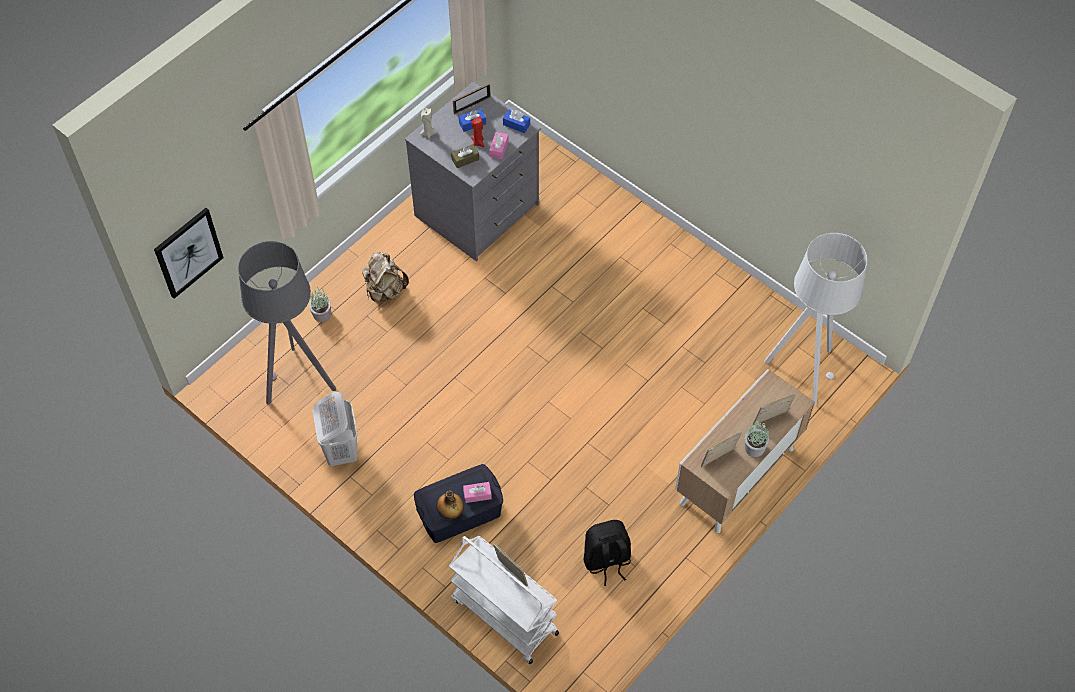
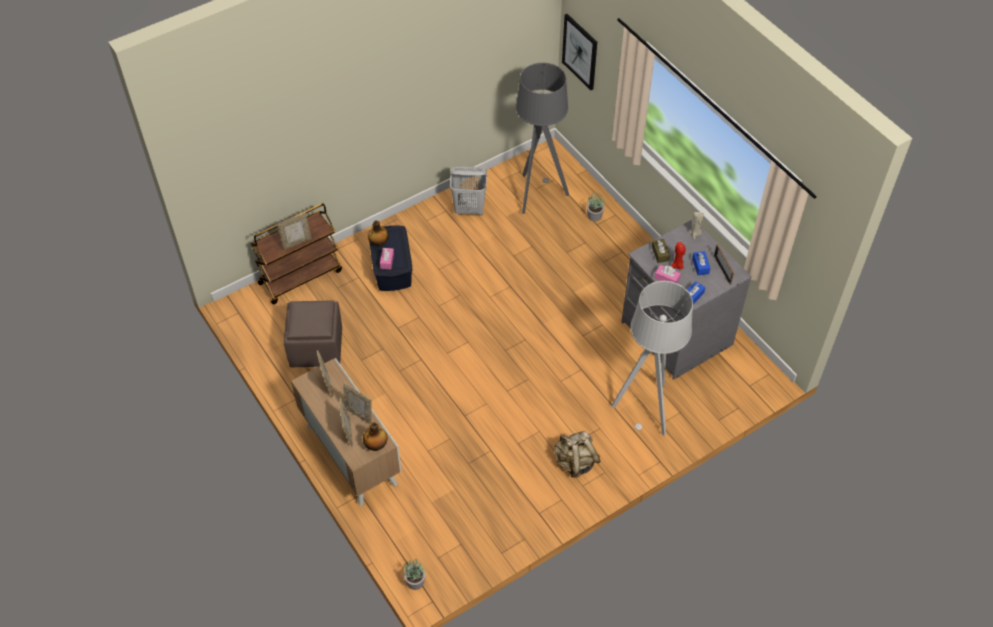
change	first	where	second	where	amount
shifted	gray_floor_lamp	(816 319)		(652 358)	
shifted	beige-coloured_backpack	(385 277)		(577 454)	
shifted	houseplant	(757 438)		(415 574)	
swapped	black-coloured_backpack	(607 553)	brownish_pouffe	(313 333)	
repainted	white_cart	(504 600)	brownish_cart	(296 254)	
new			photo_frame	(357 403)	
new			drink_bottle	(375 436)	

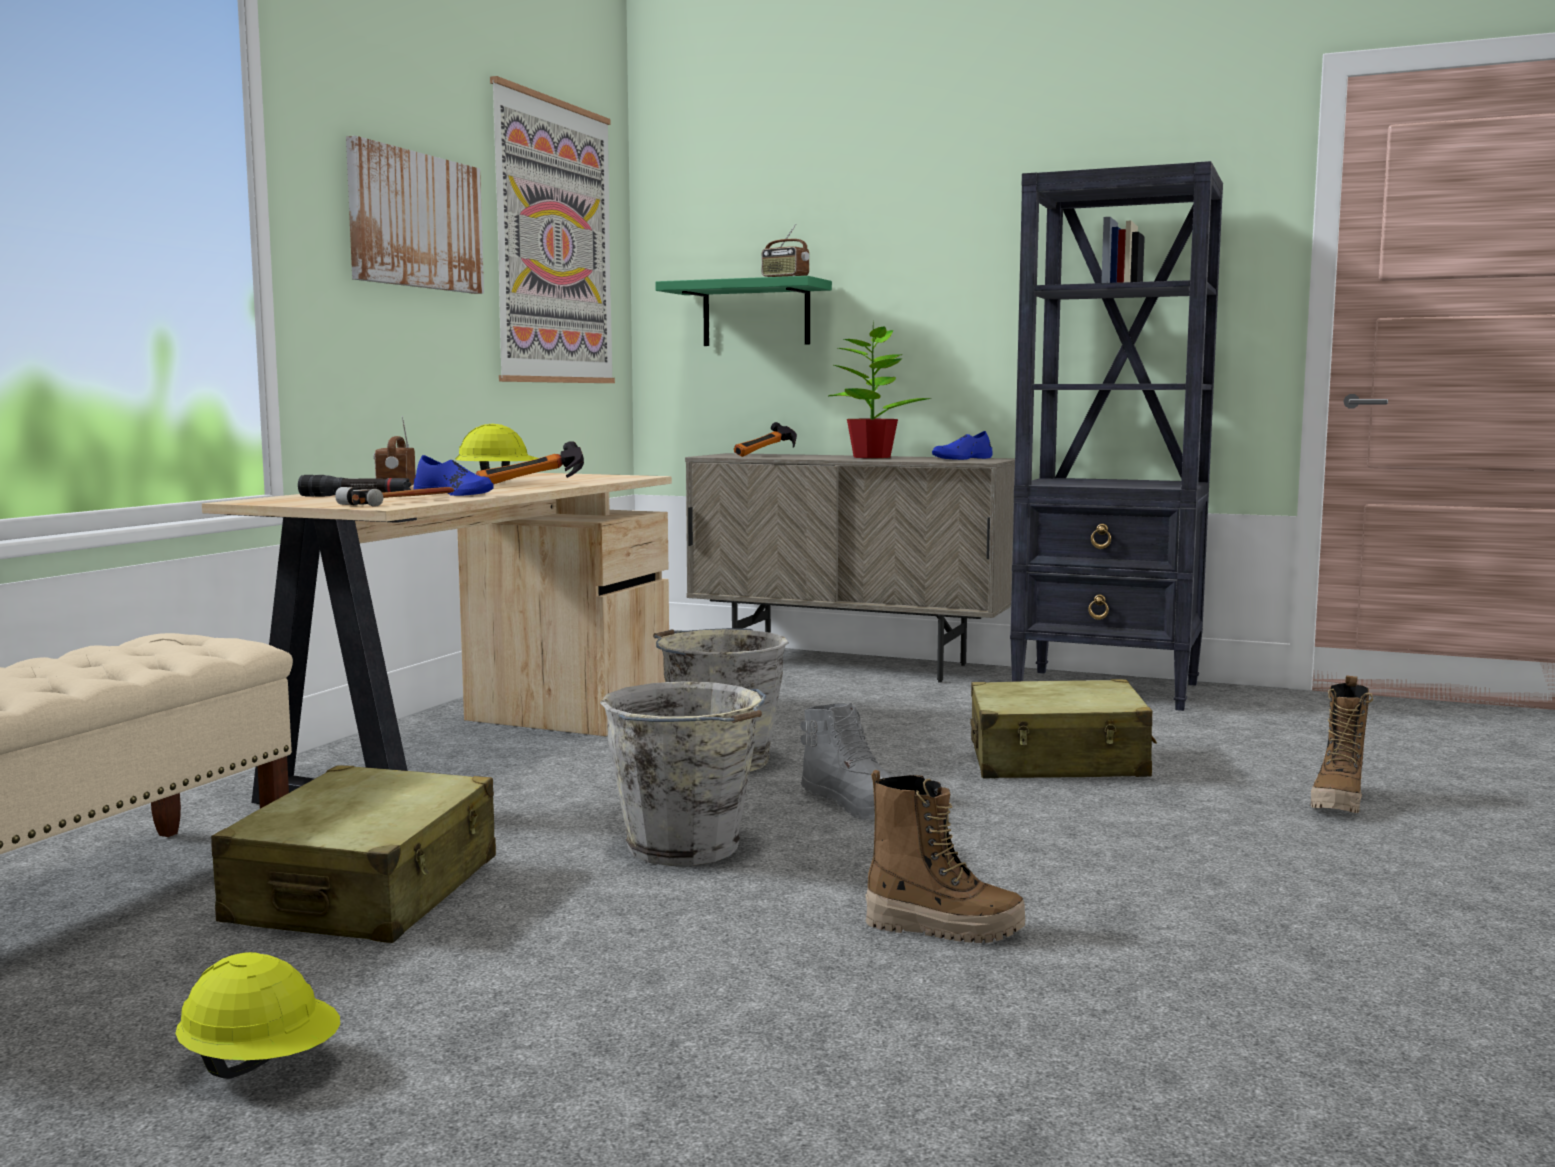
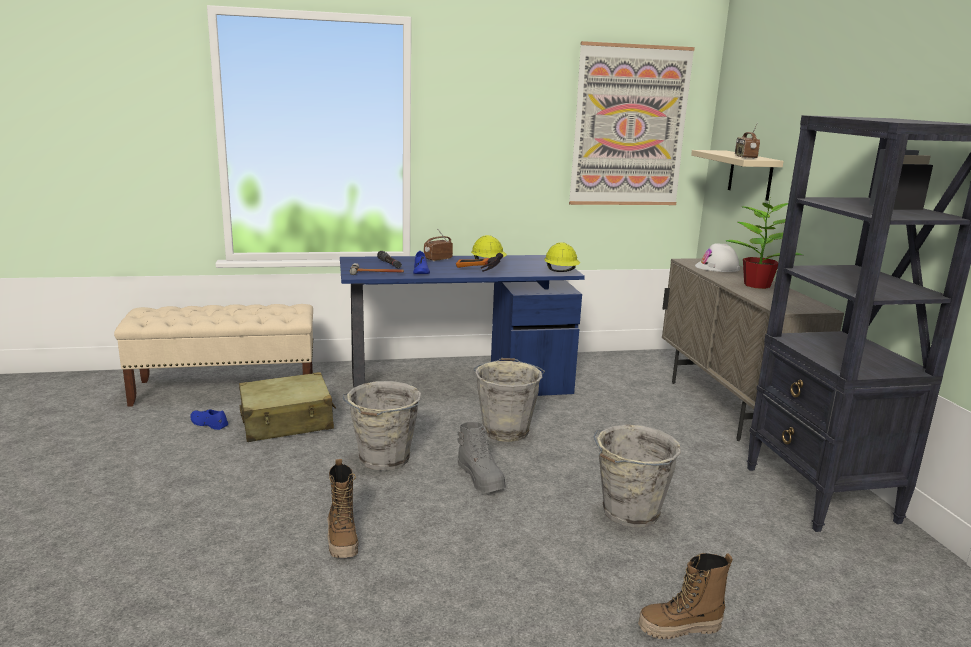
change	first	where	second	where	amount
gone	wall_art	(415 215)			
repainted	green-coloured_shelf	(743 311)	beige-coloured_shelf	(737 175)	
swapped	tool_hammer	(765 439)	white_work_helmet	(717 257)	
shifted	bluish_shoe	(962 445)		(209 419)	
repainted	beige-coloured_desk_unit	(437 638)	bluish_desk_unit	(462 325)	
swapped	beige-coloured_suitcase	(1063 729)	gray_water_bucket	(637 476)	
rotated	gray_boot	(847 761)		(481 457)	45 degrees counterclockwise
shifted	yellow_work_helmet	(257 1015)		(562 257)	

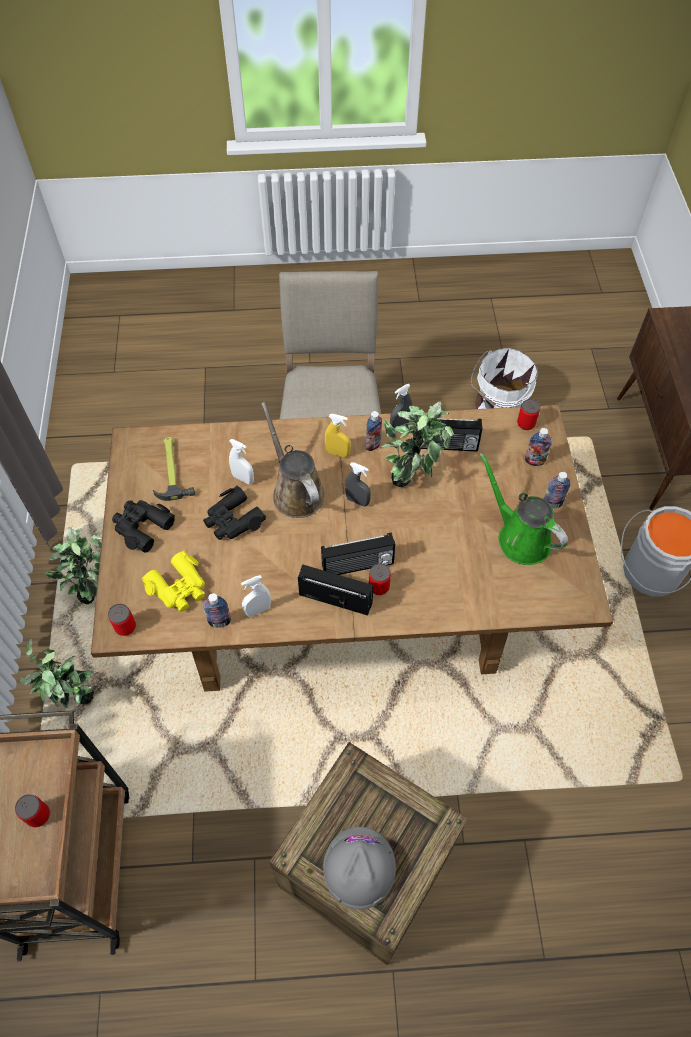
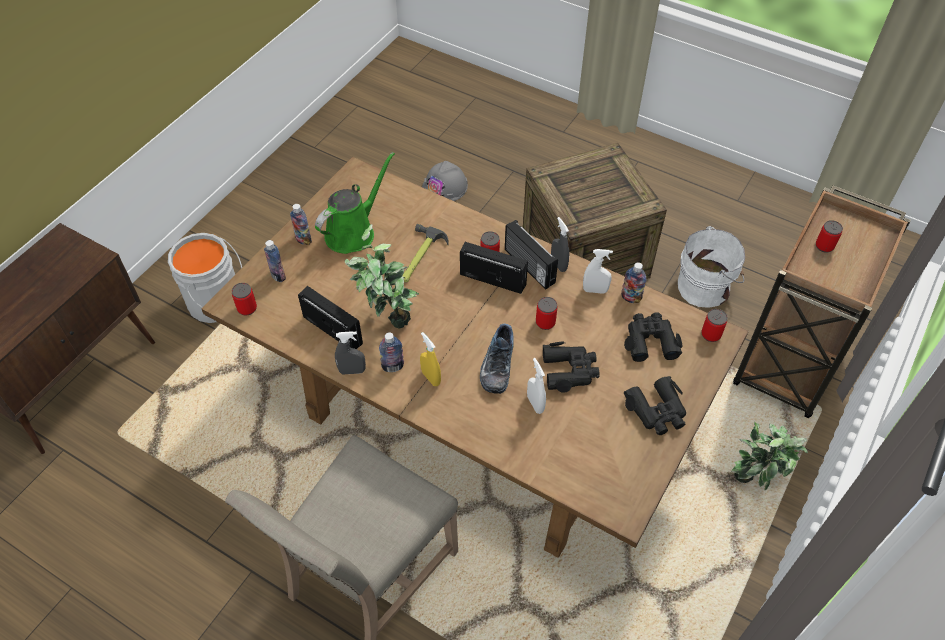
change	first	where	second	where	amount
shifted	white_water_bucket	(504 378)		(711 267)	
swapped	brownish_sprinkling_can	(292 460)	shoe	(497 358)	
shifted	tool_hammer	(174 469)		(426 253)	
rotated	green-coloured_sprinkling_can	(524 509)		(355 203)	135 degrees counterclockwise
shifted	gray_hand_sprayer	(358 484)		(560 244)	
gone	houseplant	(73 566)			
repainted	yellow_binoculars	(173 581)	black-coloured_binoculars	(653 337)	
shifted	gray_work_helmet	(359 868)		(445 181)	
new			can	(547 313)	

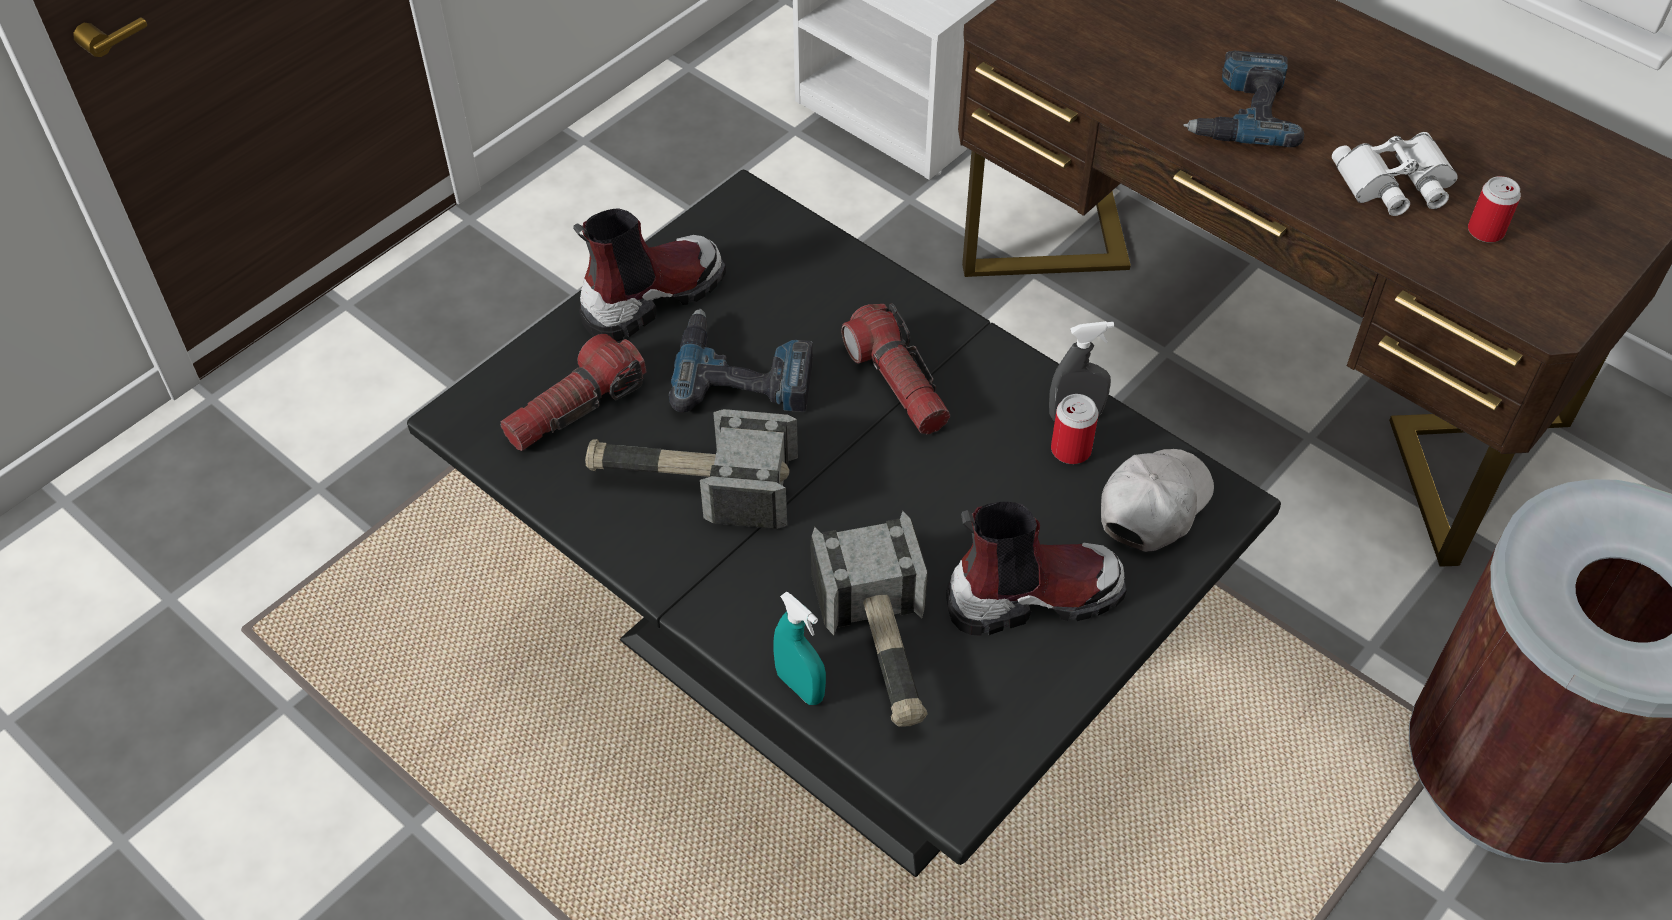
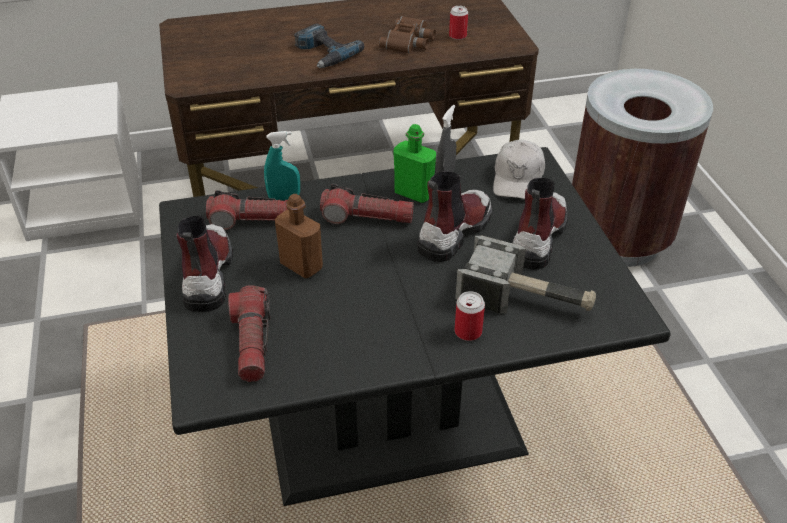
change	first	where	second	where	amount
repainted	white_binoculars	(1395 174)	brownish_binoculars	(407 34)	
swapped	drill	(741 360)	brownish_drink_bottle	(299 236)	
shifted	can	(1074 429)		(470 316)	
gone	tool_hammer	(691 469)			
rotated	white_peaked_cap	(1157 500)		(519 169)	150 degrees counterclockwise
shifted	turquoise-coloured_hand_sprayer	(799 648)		(282 165)	
new			green-coloured_drink_bottle	(414 163)	
new			boot	(454 216)	
new			flashlight	(247 210)	

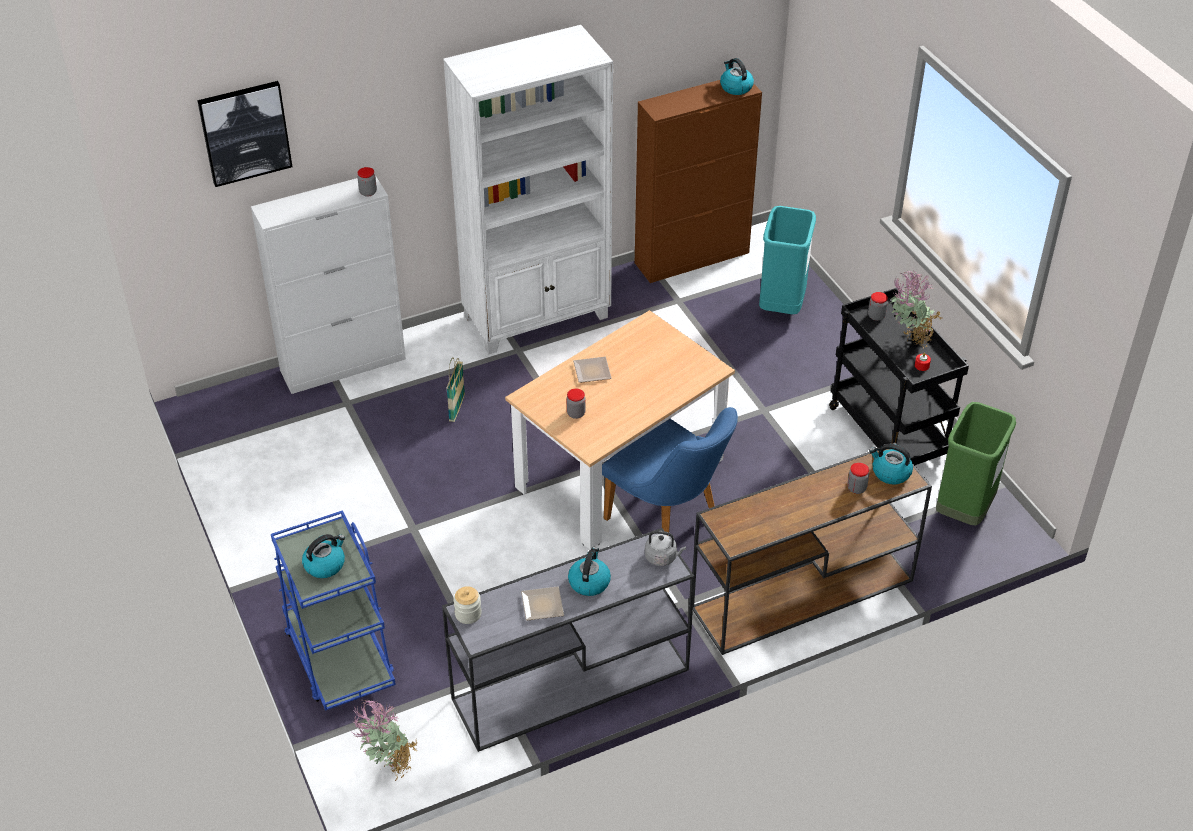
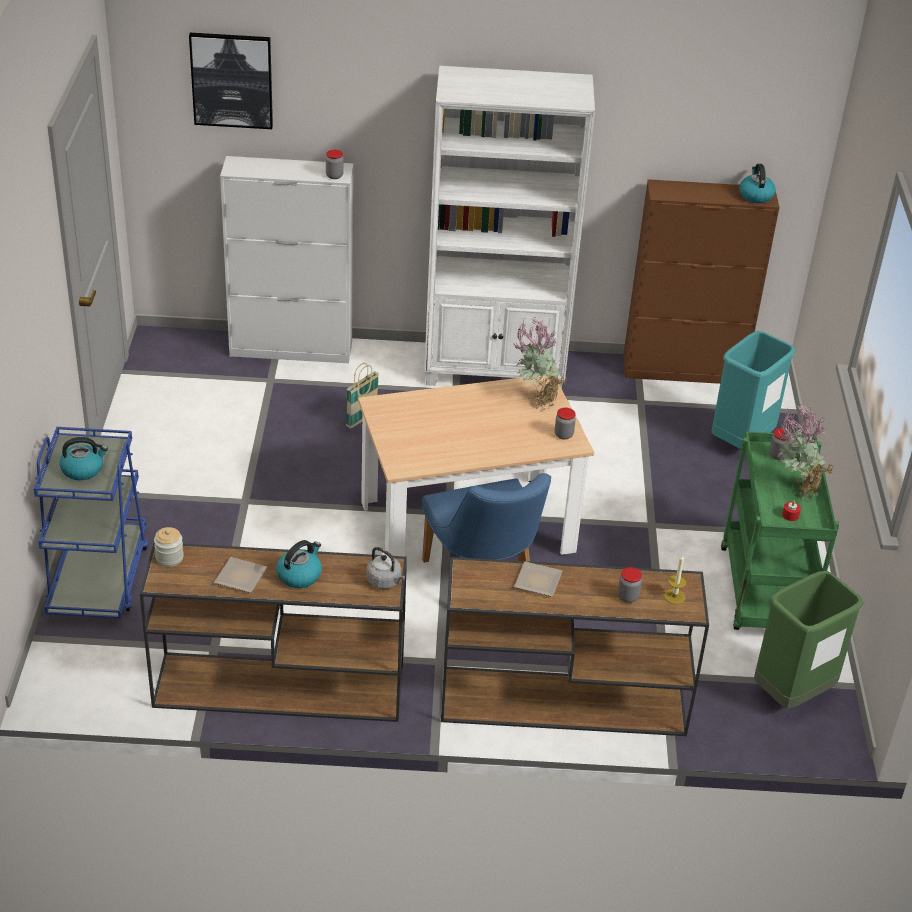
change	first	where	second	where	amount
repainted	black-coloured_cart	(899 376)	green-coloured_cart	(780 530)	
shifted	flat_dish	(592 370)		(538 579)	
shifted	preserve_jar	(576 404)		(565 424)	
swapped	kettle	(891 464)	wax_light	(675 579)	
repainted	gray_narrow_table	(568 640)	brownish_narrow_table	(273 632)	
shifted	houseplant	(384 739)		(540 364)	

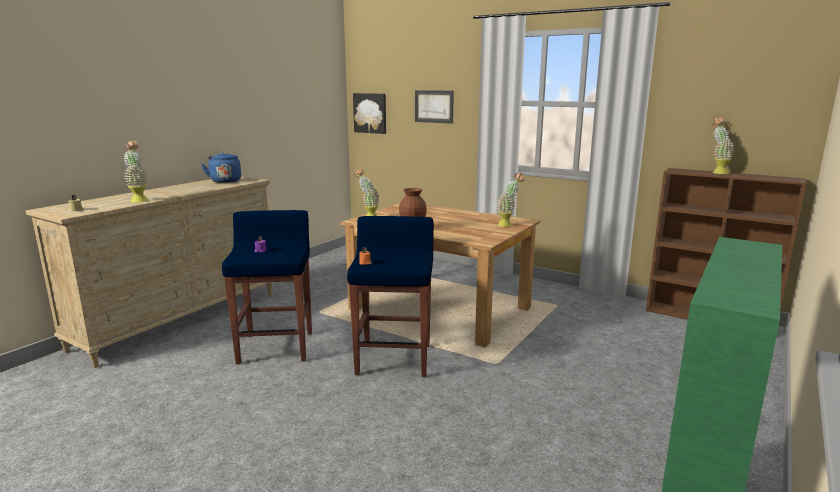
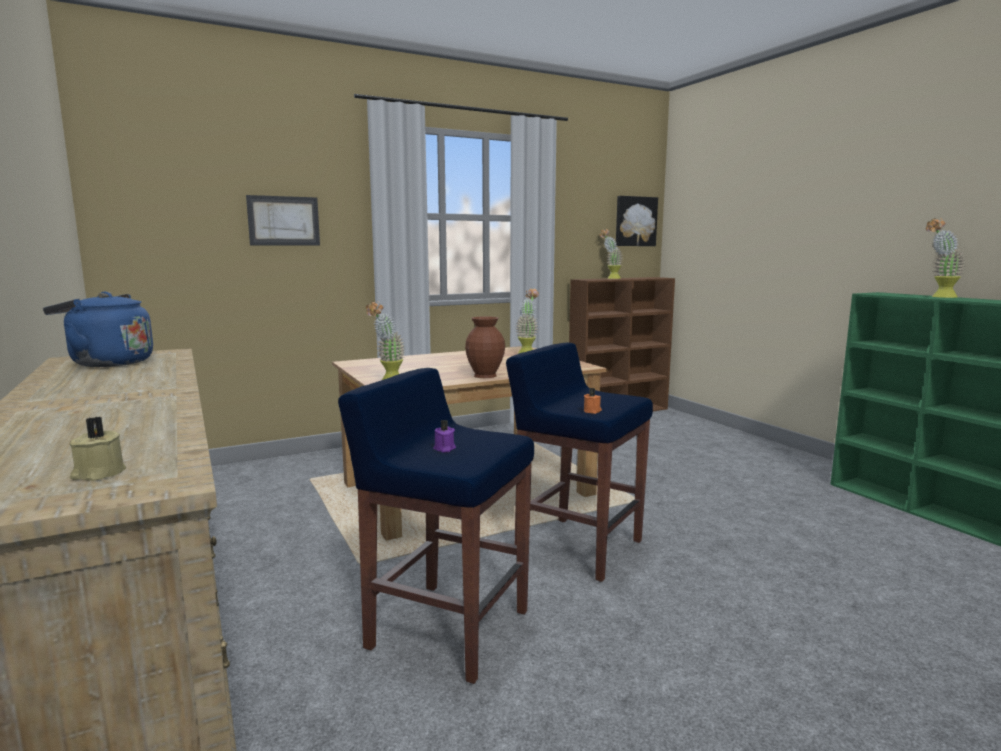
change	first	where	second	where	amount
shifted	wall_art	(369 113)		(637 221)	
shifted	houseplant	(135 171)		(945 258)	

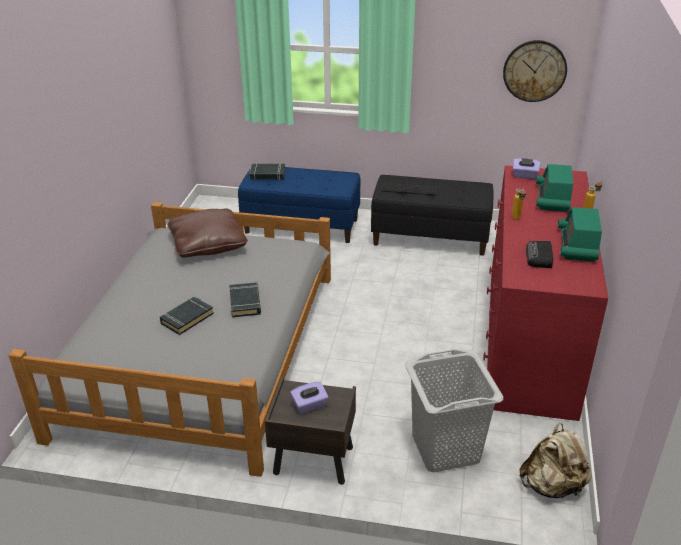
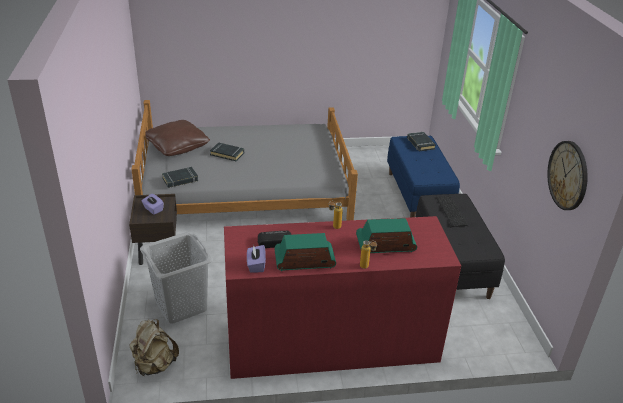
change	first	where	second	where	amount
shifted	purplish_tissue_holder	(526 168)		(256 258)	
shifted	brownish_throw_pillow	(207 233)		(177 138)	
shifted	black-coloured_book	(245 300)		(180 177)	

